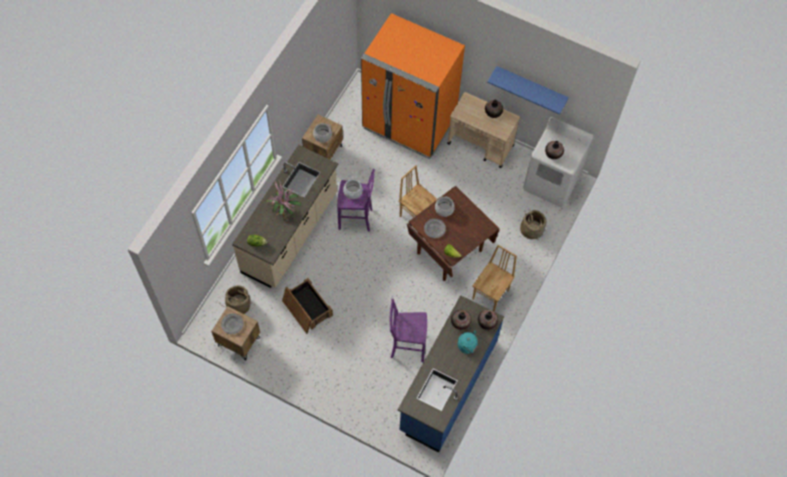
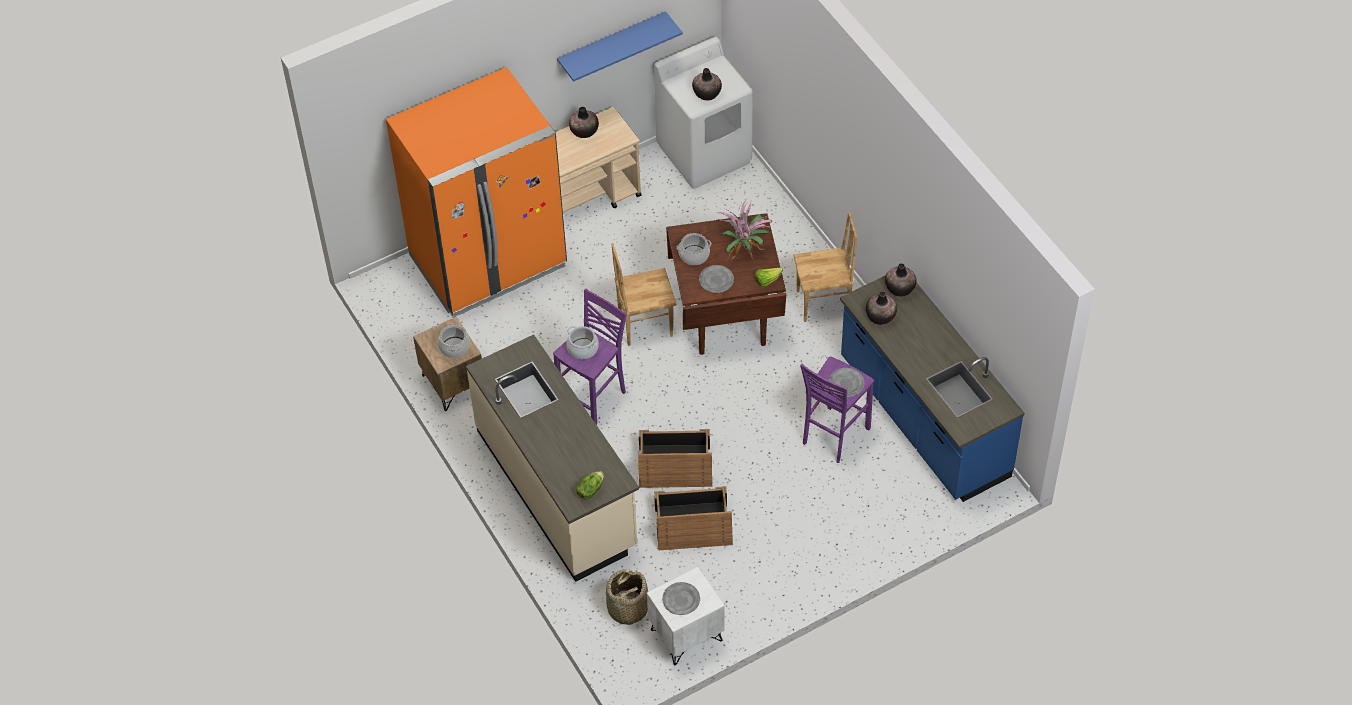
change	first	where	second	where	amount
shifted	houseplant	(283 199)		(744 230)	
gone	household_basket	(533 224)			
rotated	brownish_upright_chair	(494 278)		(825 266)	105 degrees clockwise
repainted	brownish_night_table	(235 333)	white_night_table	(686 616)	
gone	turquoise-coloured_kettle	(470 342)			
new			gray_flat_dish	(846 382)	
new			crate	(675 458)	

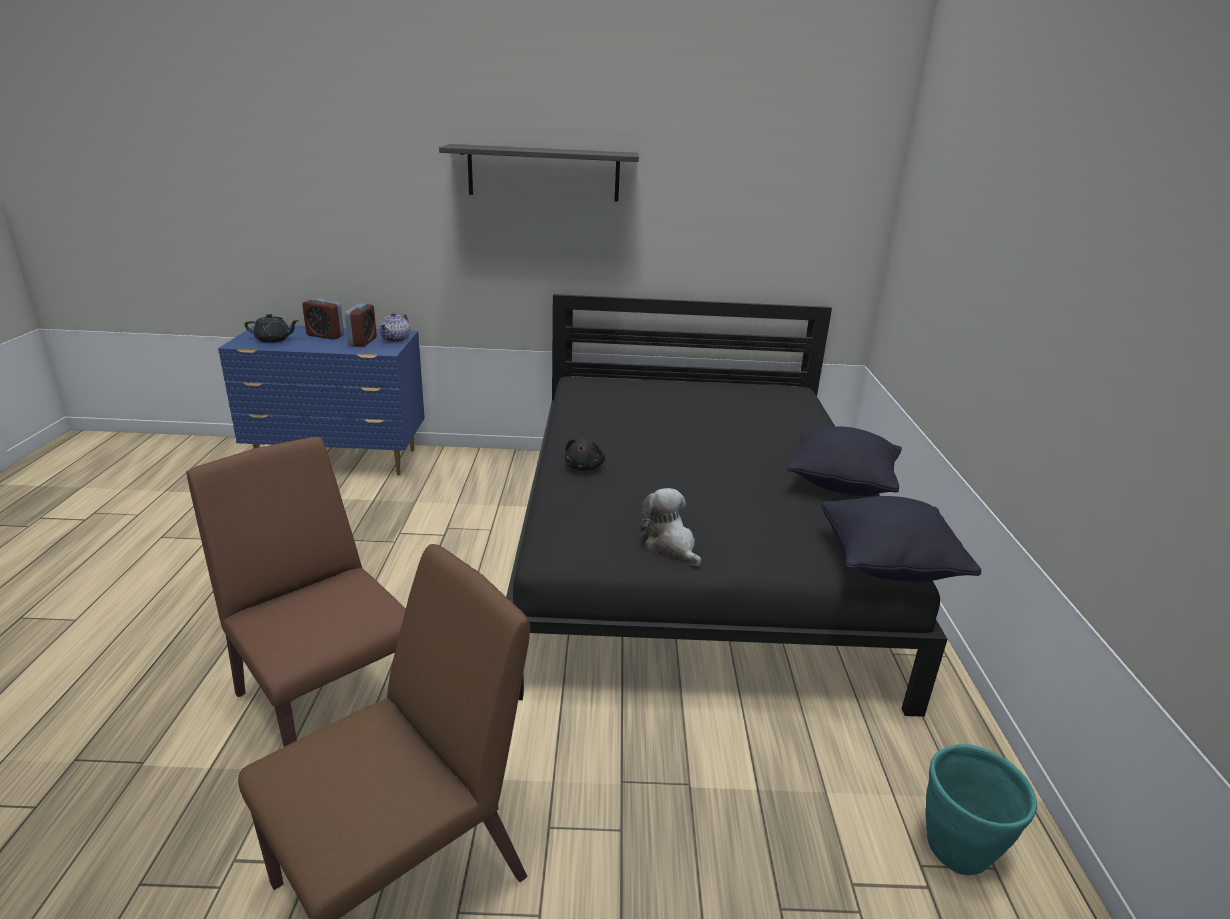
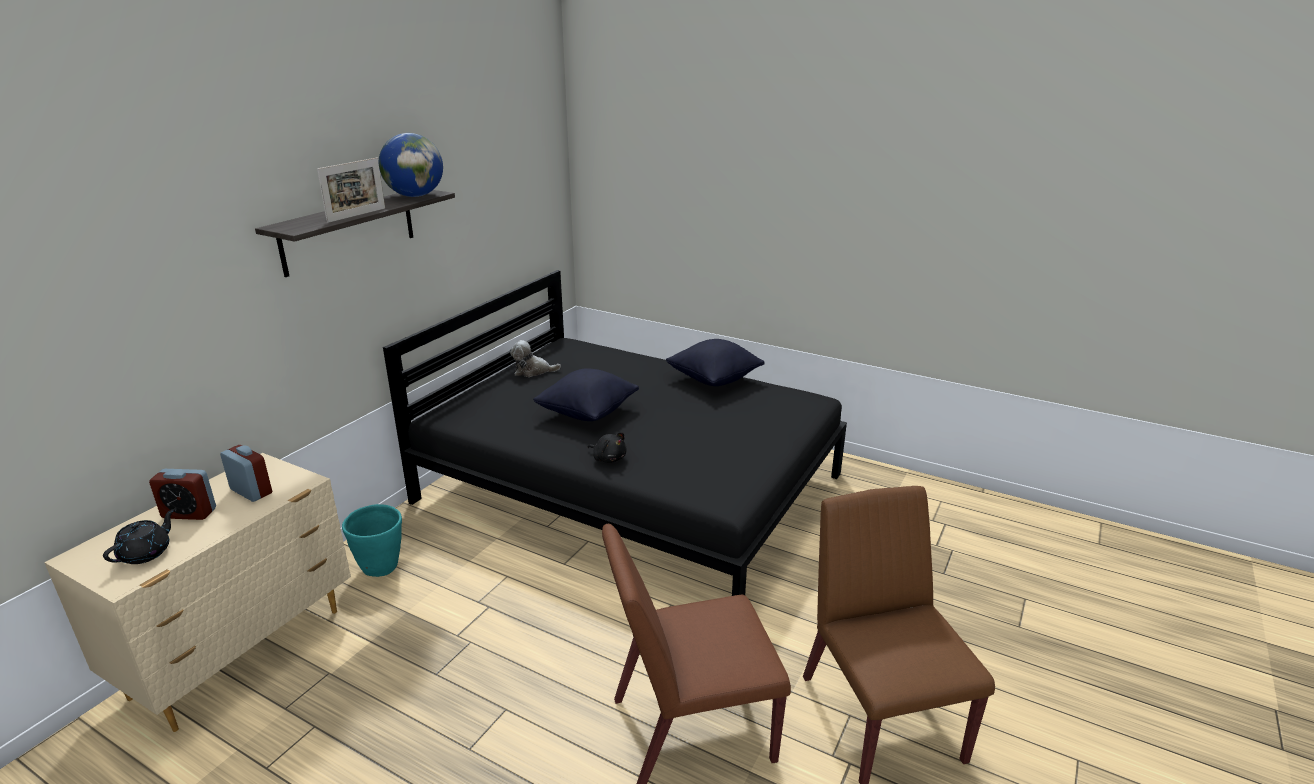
change	first	where	second	where	amount
rotated	alarm_clock	(323 319)		(182 494)	45 degrees clockwise
gone	pot_for_tea	(395 327)			
repainted	bluish_chest_of_drawers	(321 400)	beige-coloured_chest_of_drawers	(197 592)	
shifted	soft_toy	(671 527)		(535 358)	
shifted	black-coloured_throw_pillow	(901 539)		(586 394)	
shifted	turquoise-coloured_plant_pot	(981 809)		(372 540)	
new			globe	(411 165)	
new			photo_frame	(351 190)	

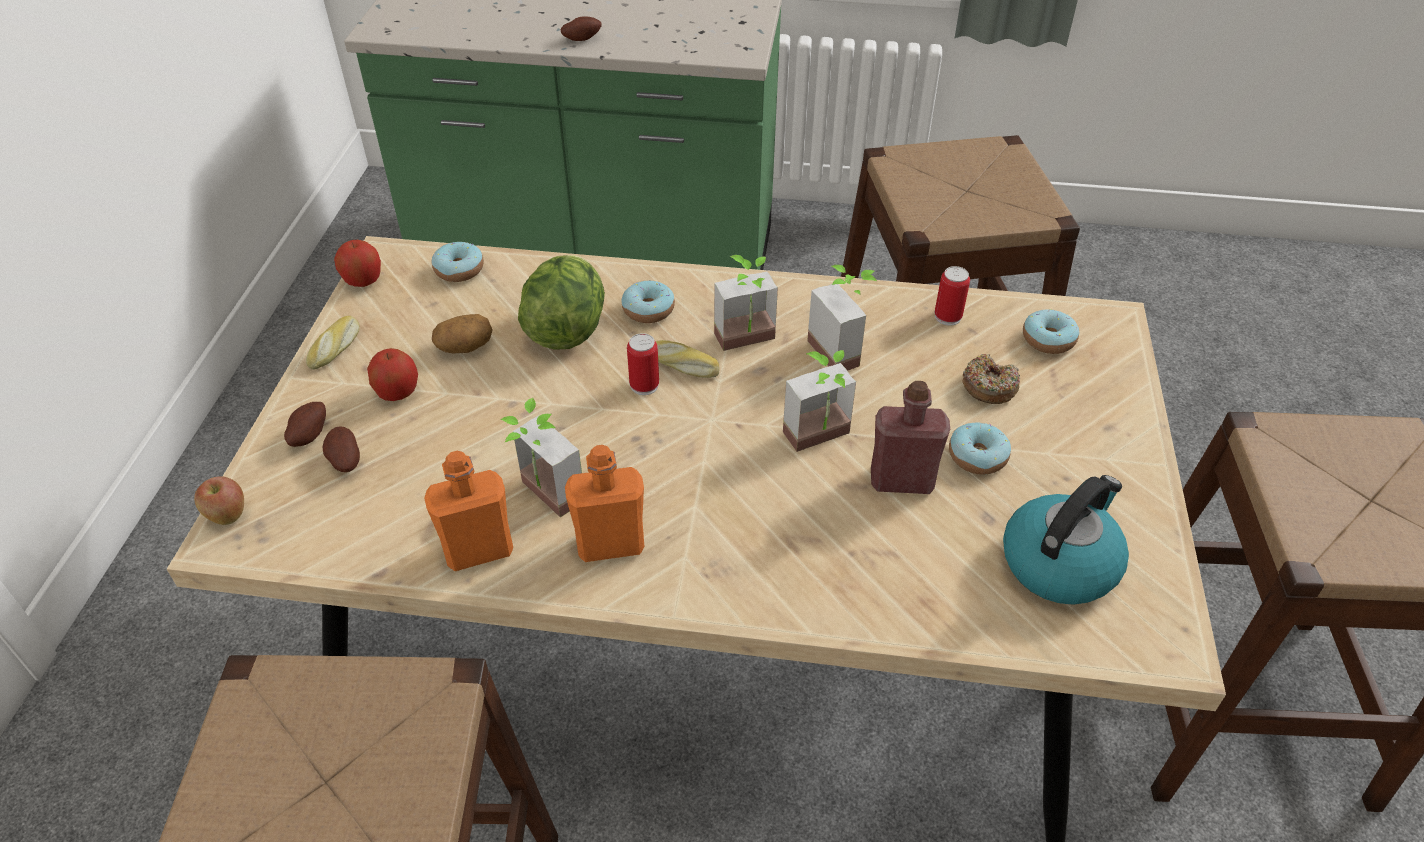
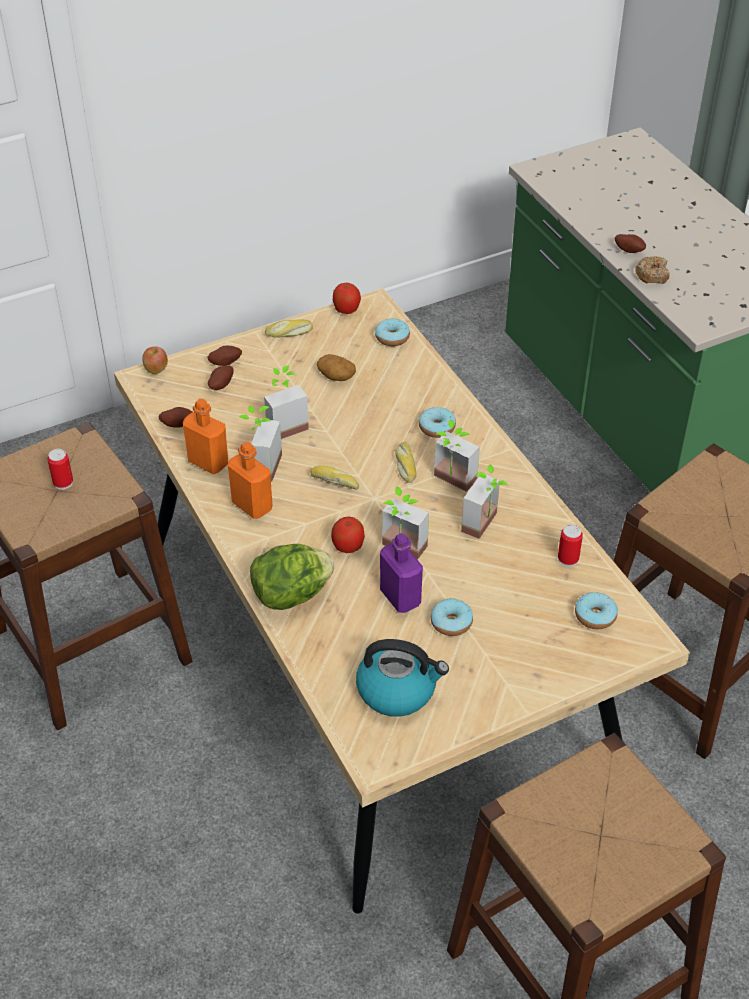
change	first	where	second	where	amount
shifted	lettuce_head	(561 302)		(292 577)	
shifted	can	(643 364)		(60 469)	
shifted	apple_fruit	(392 374)		(348 534)	
shifted	donut	(991 379)		(652 270)	
repainted	red_drink_bottle	(910 437)	purplish_drink_bottle	(401 573)	
new			houseplant	(286 402)	
new			potato	(175 417)	
new			bakery_bread	(334 477)	

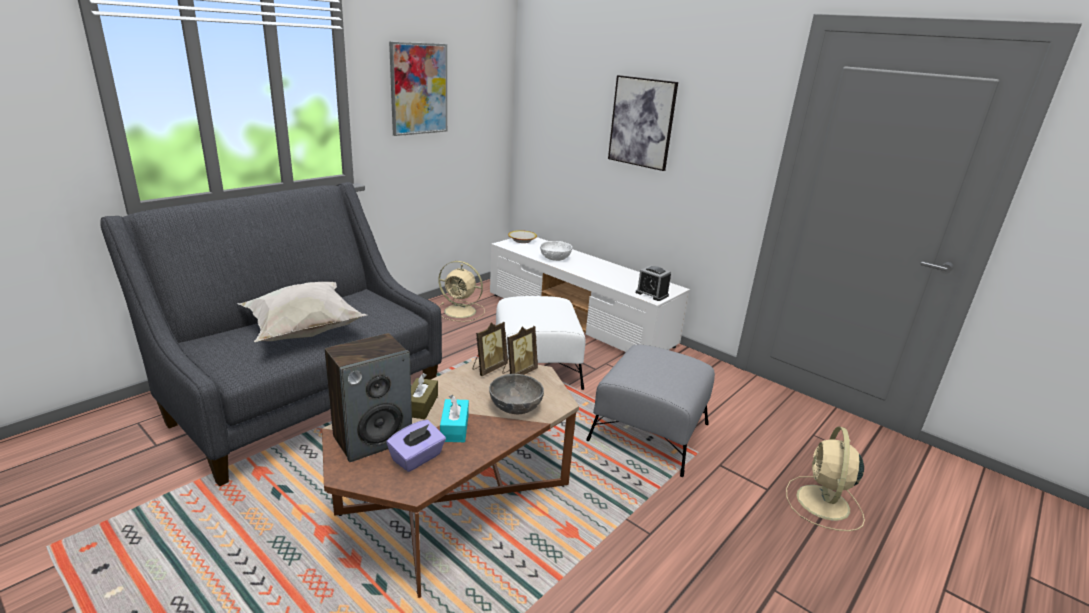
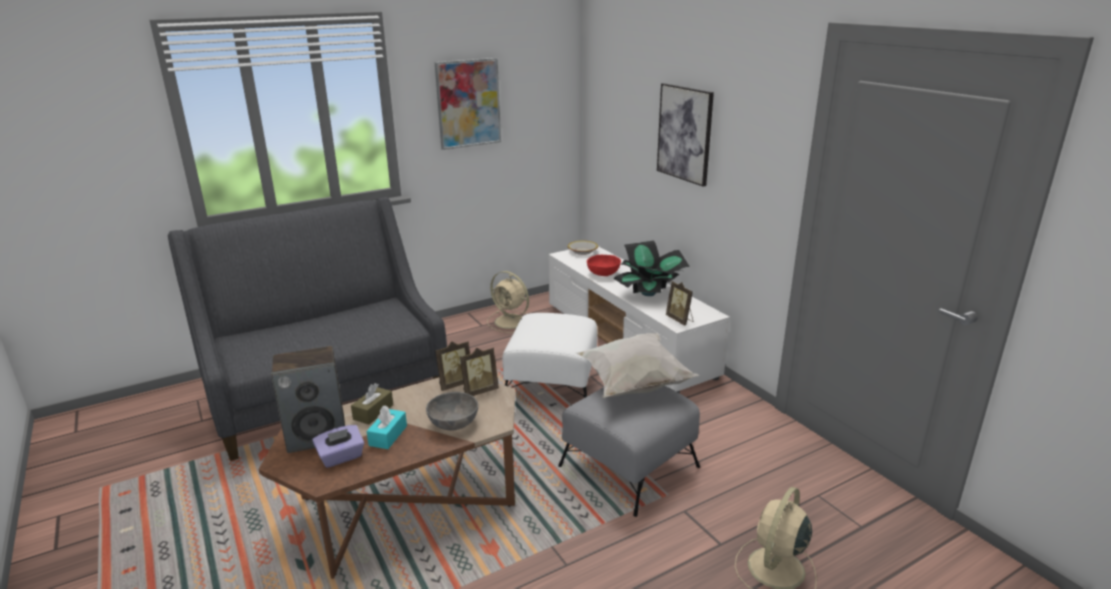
change	first	where	second	where	amount
repainted	white_serving_bowl	(556 251)	red_serving_bowl	(604 265)	
swapped	alarm_clock	(653 283)	photo_frame	(679 303)	
shifted	white_throw_pillow	(302 312)		(637 365)	
new			houseplant	(652 268)	

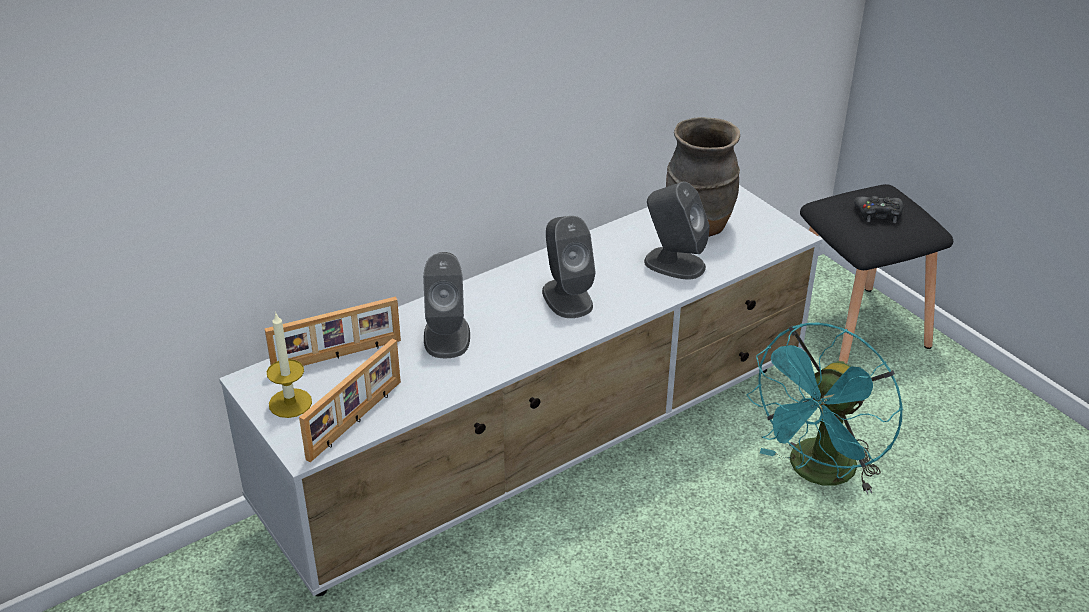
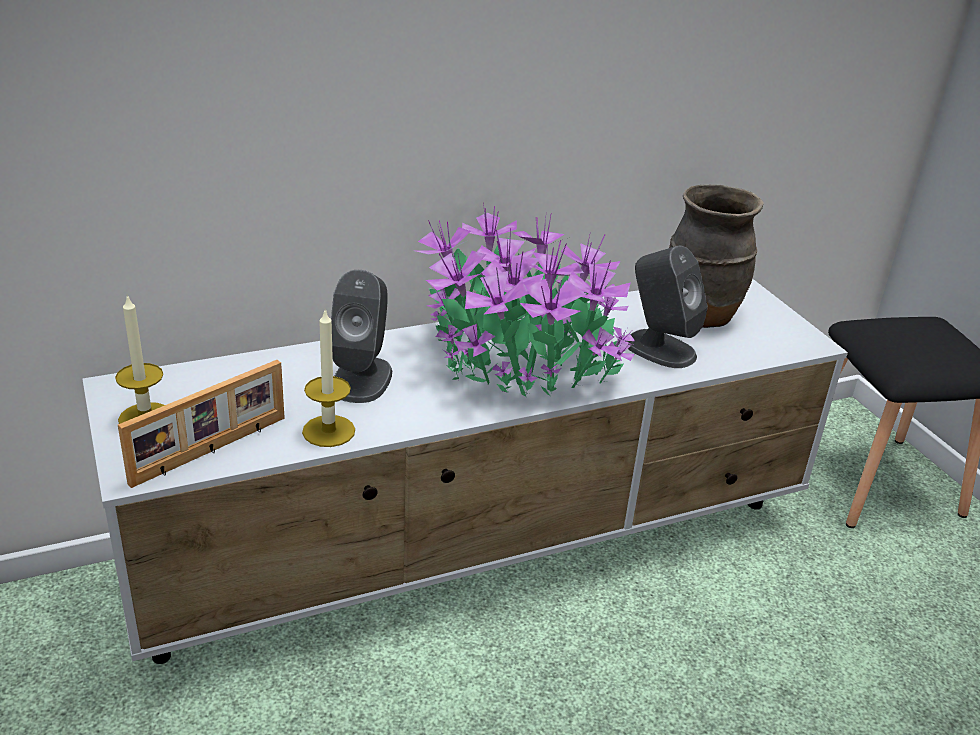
change	first	where	second	where	amount
gone	black-coloured_joypad	(878 209)			
swapped	gray_audio_speaker	(569 267)	houseplant	(525 299)	
gone	photo_frame	(333 331)			
gone	turquoise-coloured_fan	(824 408)			
new			wax_light	(328 378)	

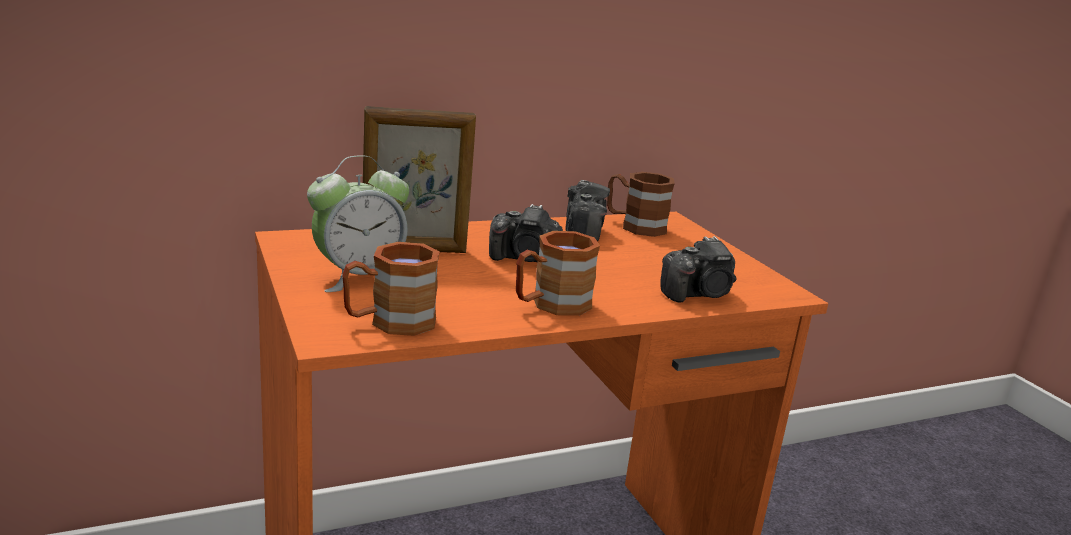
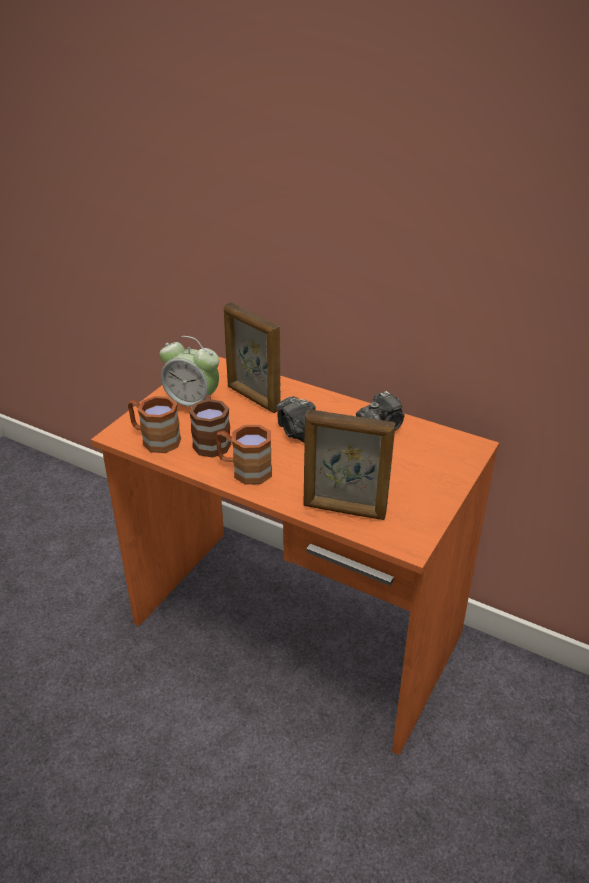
change	first	where	second	where	amount
shifted	brownish_coffee_mug	(641 204)		(210 426)	
swapped	still_camera	(698 269)	photo_frame	(349 464)	

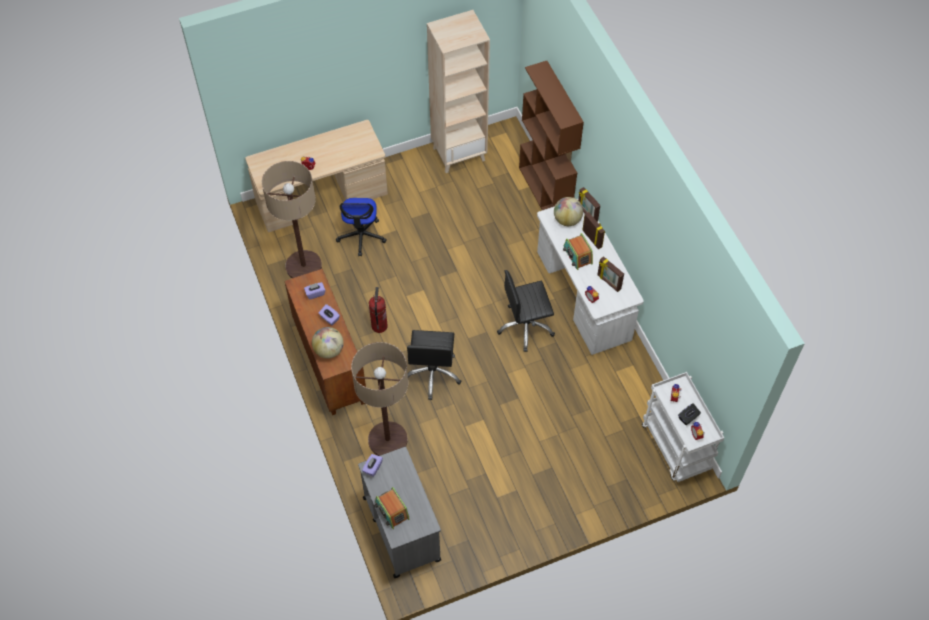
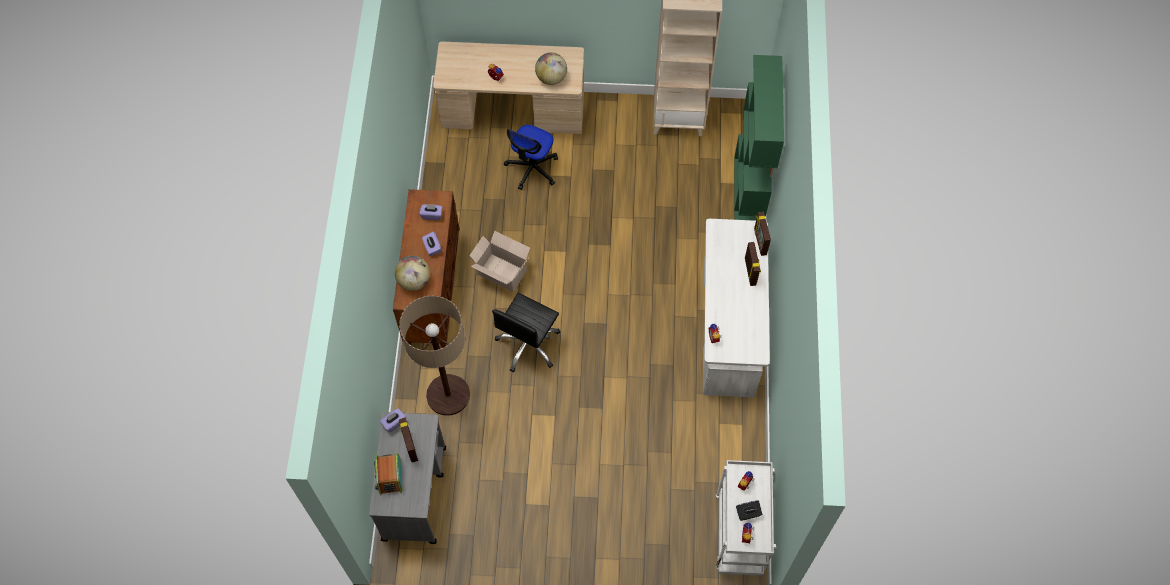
change	first	where	second	where	amount
repainted	brownish_bookcase	(551 135)	green-coloured_bookcase	(759 138)	
gone	floor_lamp	(292 219)			
shifted	globe	(568 211)		(551 68)	
gone	radio_receiver	(578 251)			
shifted	photo_frame	(610 274)		(408 440)	
gone	black-coloured_desk_chair	(526 311)			
swapped	fire_extinguisher	(378 310)	packing_box	(499 261)	

